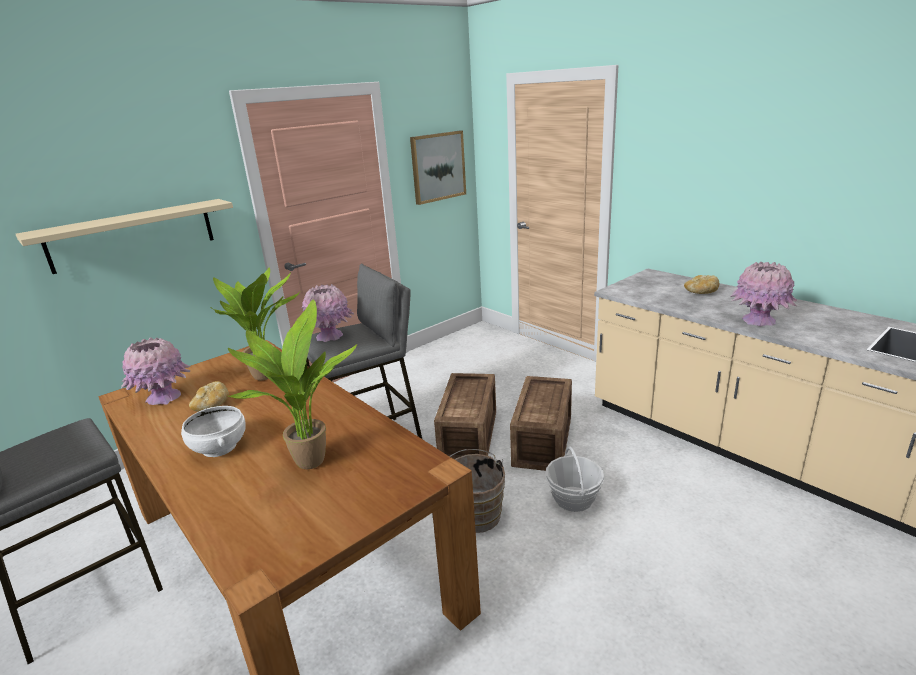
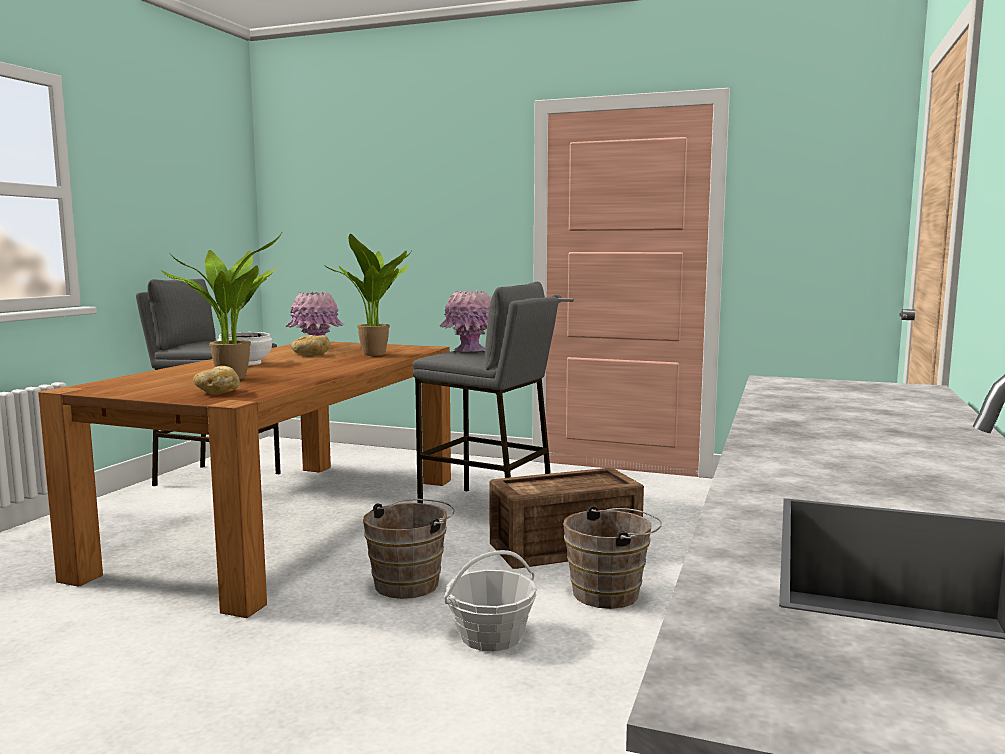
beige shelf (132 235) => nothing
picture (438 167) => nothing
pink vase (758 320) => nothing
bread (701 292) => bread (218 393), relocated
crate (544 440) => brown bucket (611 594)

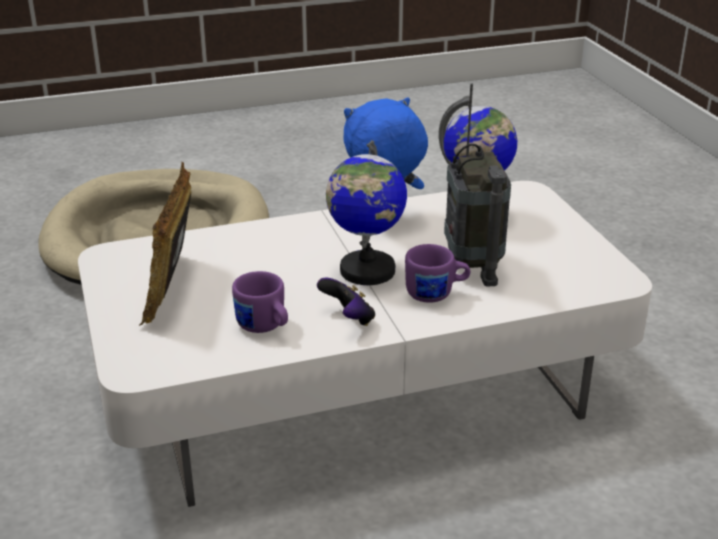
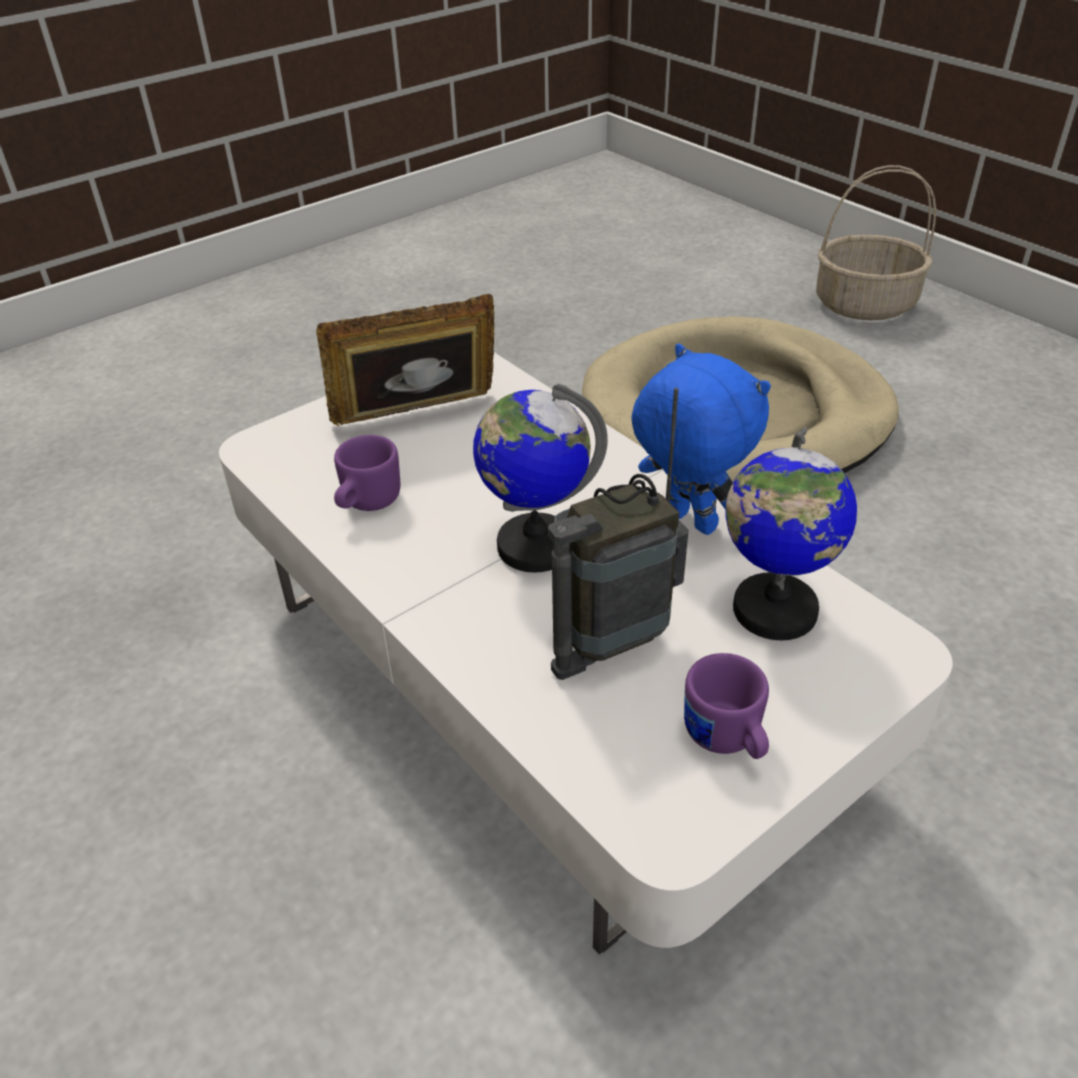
game controller (348 319) => nothing
nothing => basket (865 304)
purple mug (436 294) => purple mug (726 740), relocated

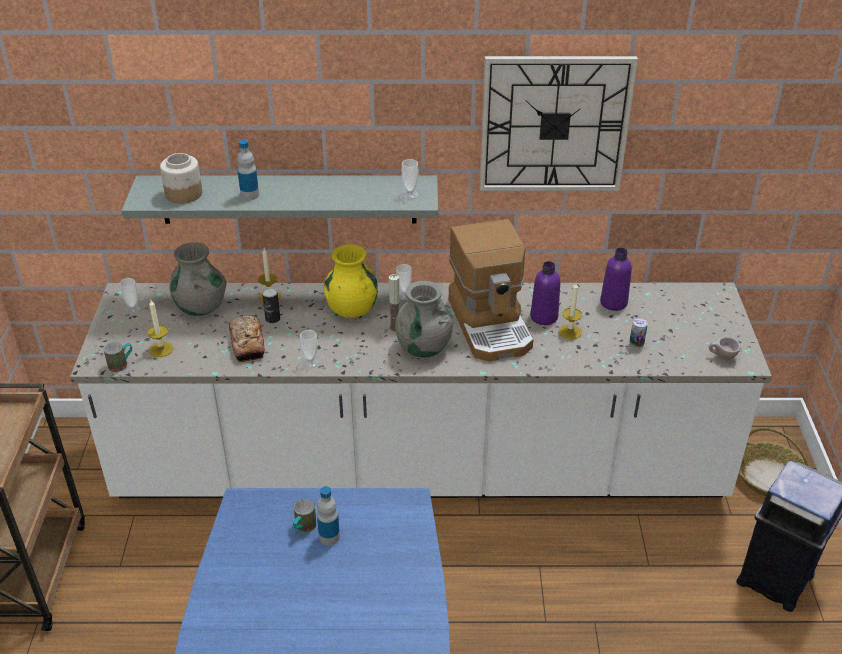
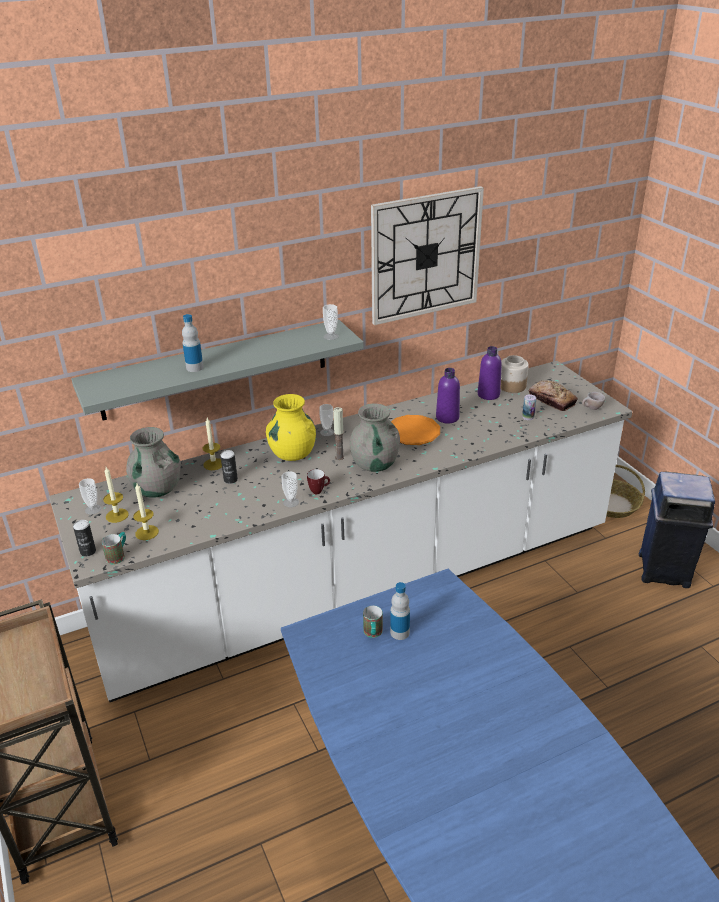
nothing => can (88 552)
nothing => mug (319 491)
jar (183 194) => jar (512 386), relocated
bread (247 343) => bread (552 400), relocated
candle (570 332) => candle (117 515), relocated
coffee machine (491 324) => orange plate (413 433)

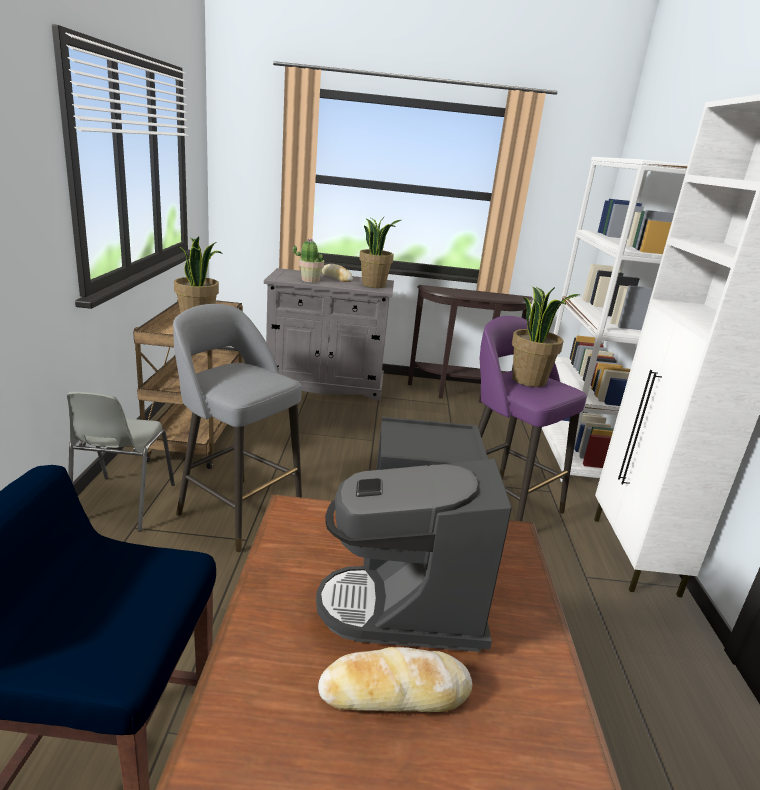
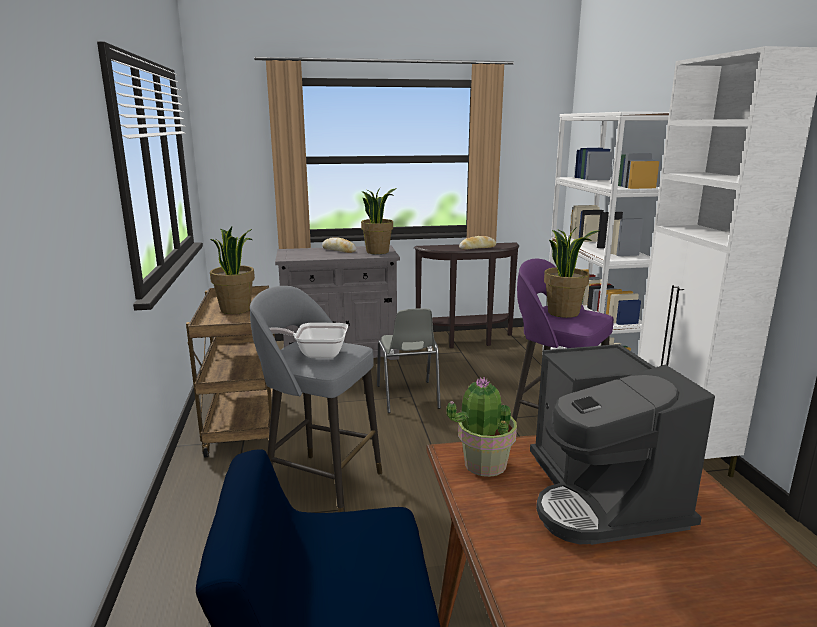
nothing => frying pan (316 354)
grey chair (122 504) => grey chair (408 397), relocated
potted plant (310 280) => potted plant (484 464), relocated
bread (394 692) => bread (477 248), relocated

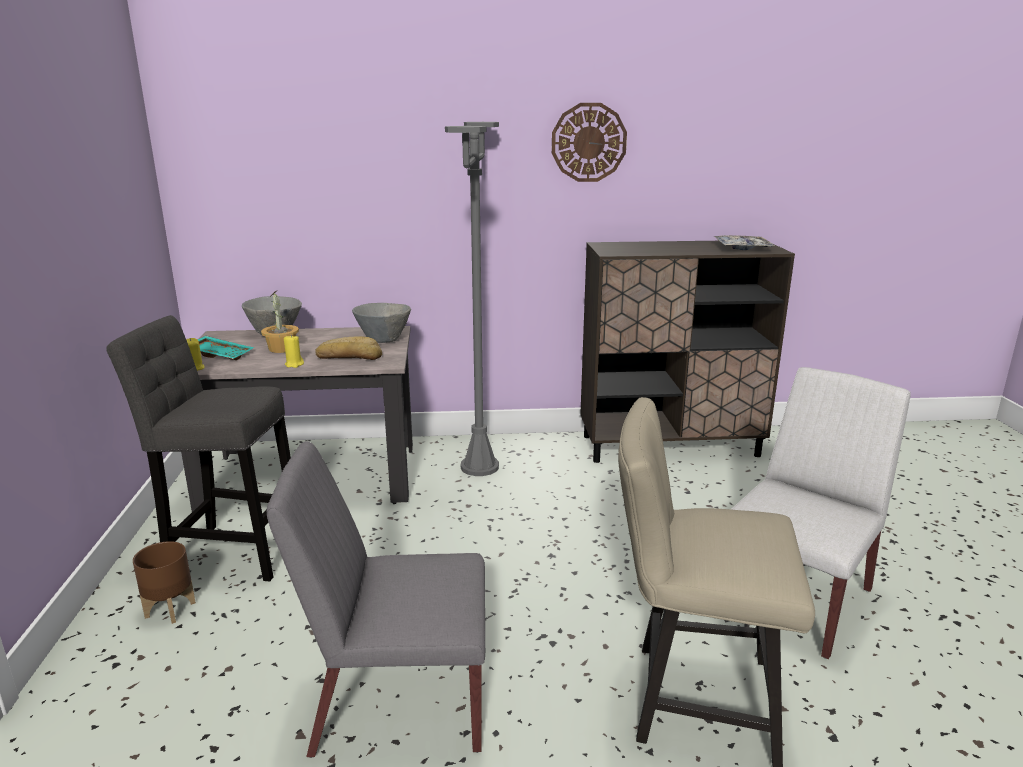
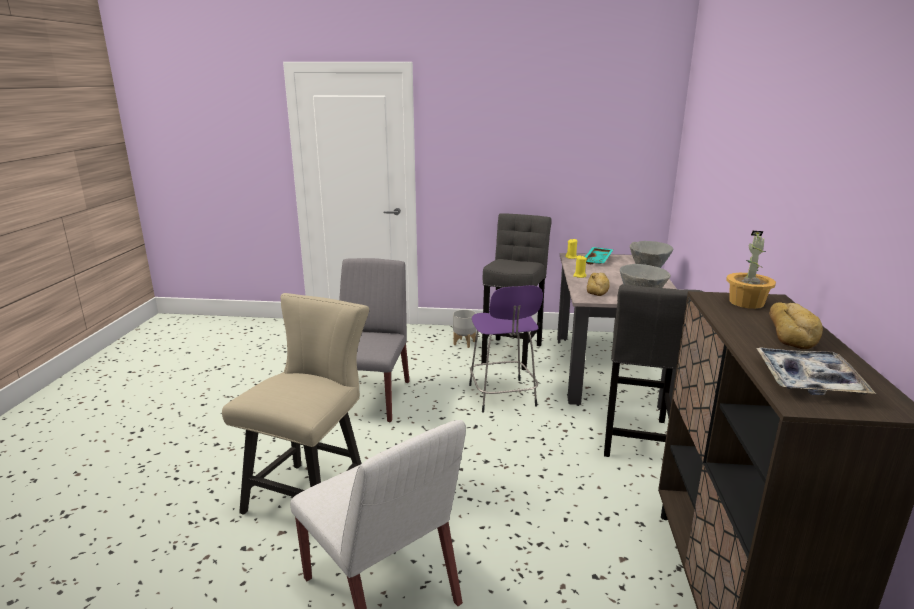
wall clock (588 142) => nothing
nothing => purple stool (502 397)
nothing => bread (792 332)
potted plant (282 348) => potted plant (746 303), relocated
grey floor lamp (479 466) => grey stool (636 441)
brown planter (169 609) => grey planter (464 343)

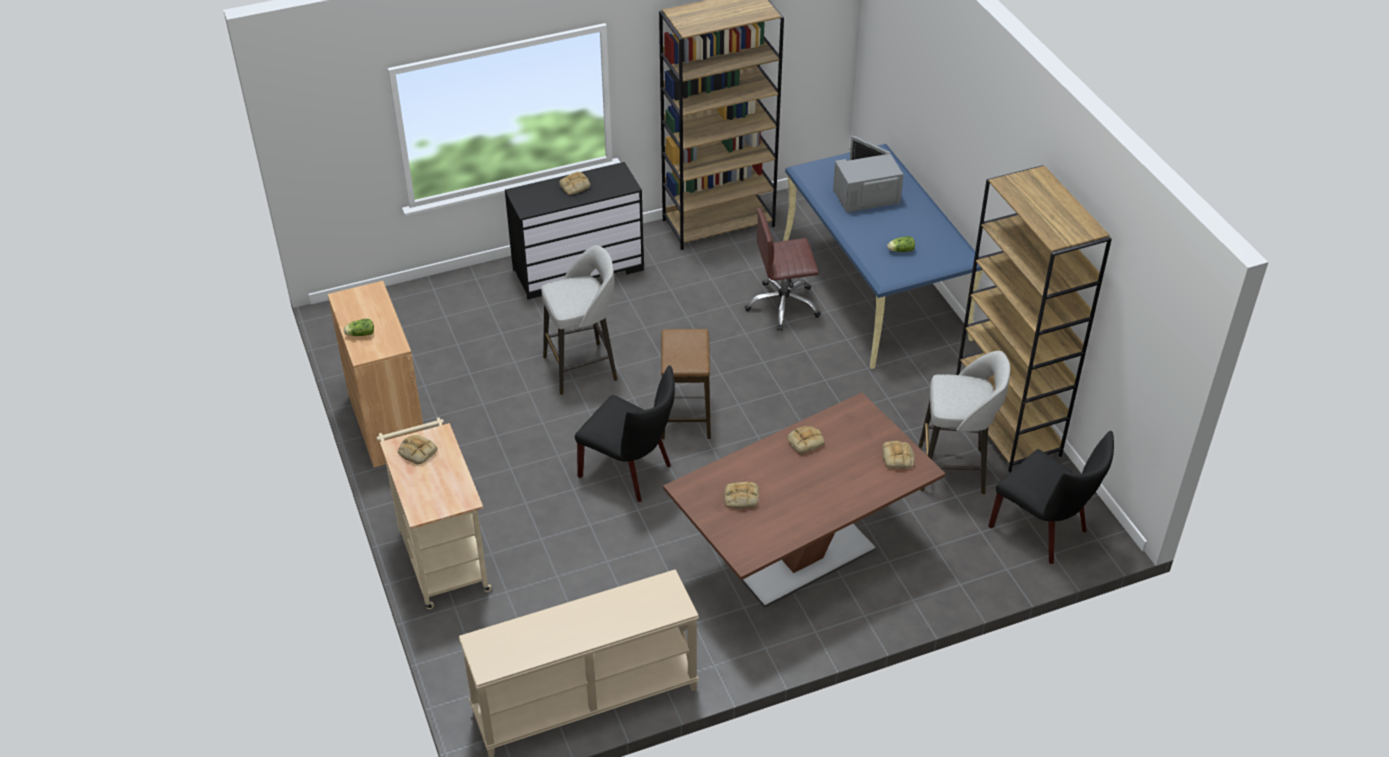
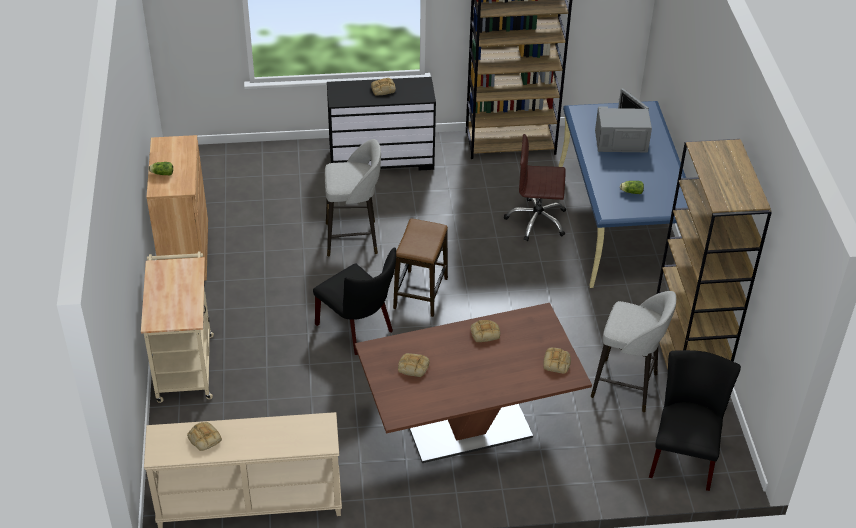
bread (416 452) => bread (203 438), relocated
black chair (1044 531) => black chair (683 454), 135 degrees counterclockwise

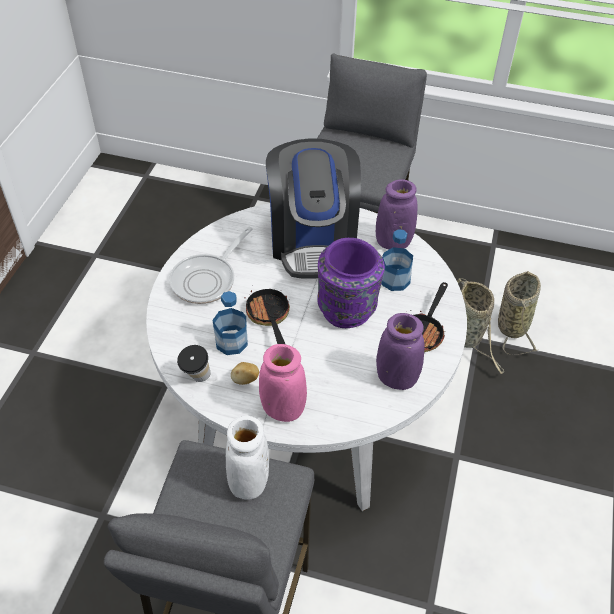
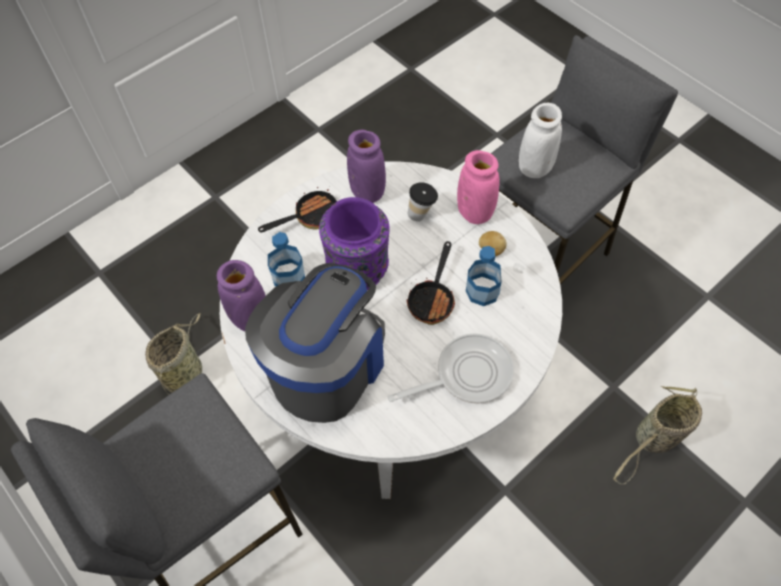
cup (196 379) => cup (422 214), relocated
basket (512 324) => basket (653 439), relocated

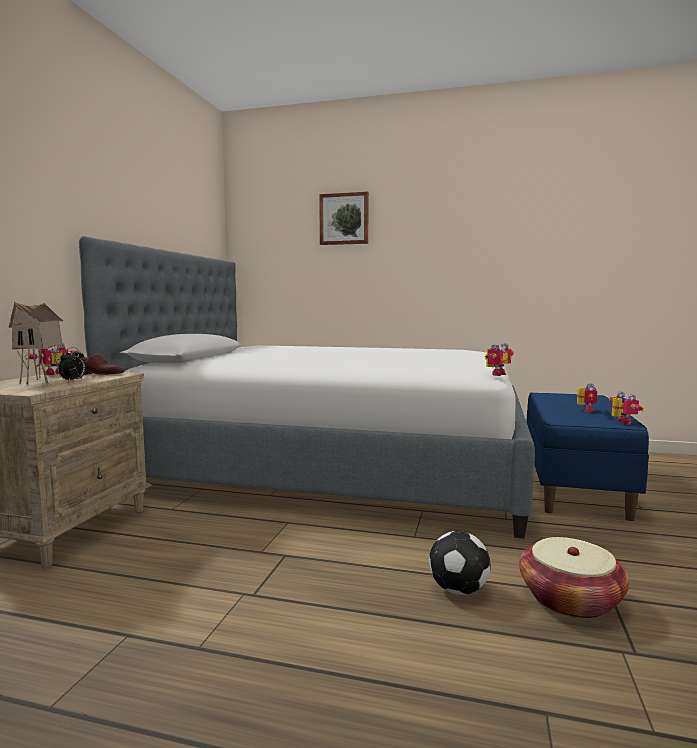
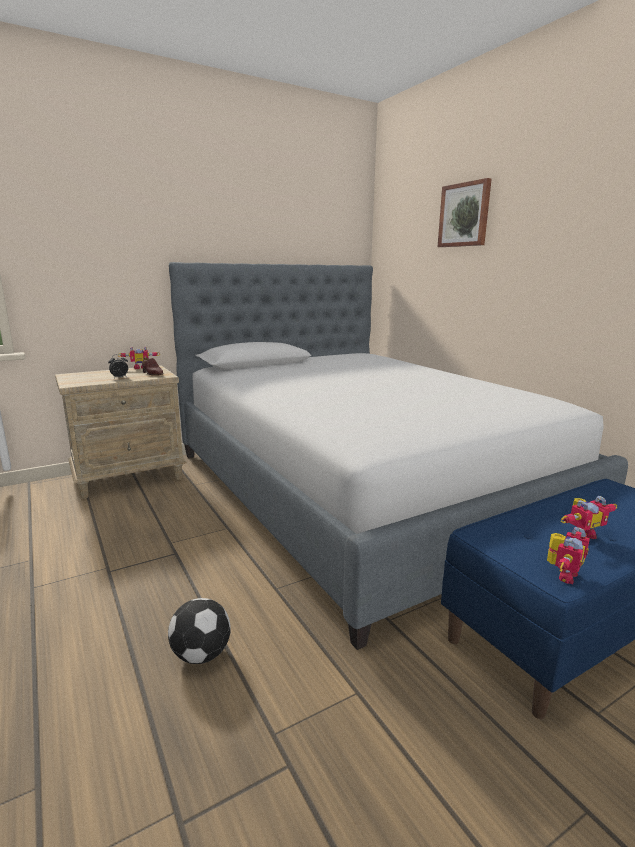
toy house (43 381) => nothing
toy robot (495 374) => nothing
basket (570 600) => nothing

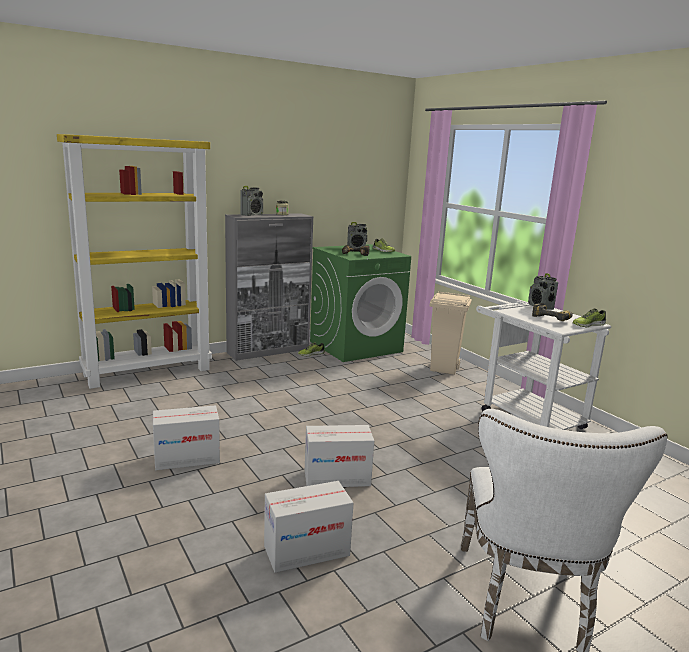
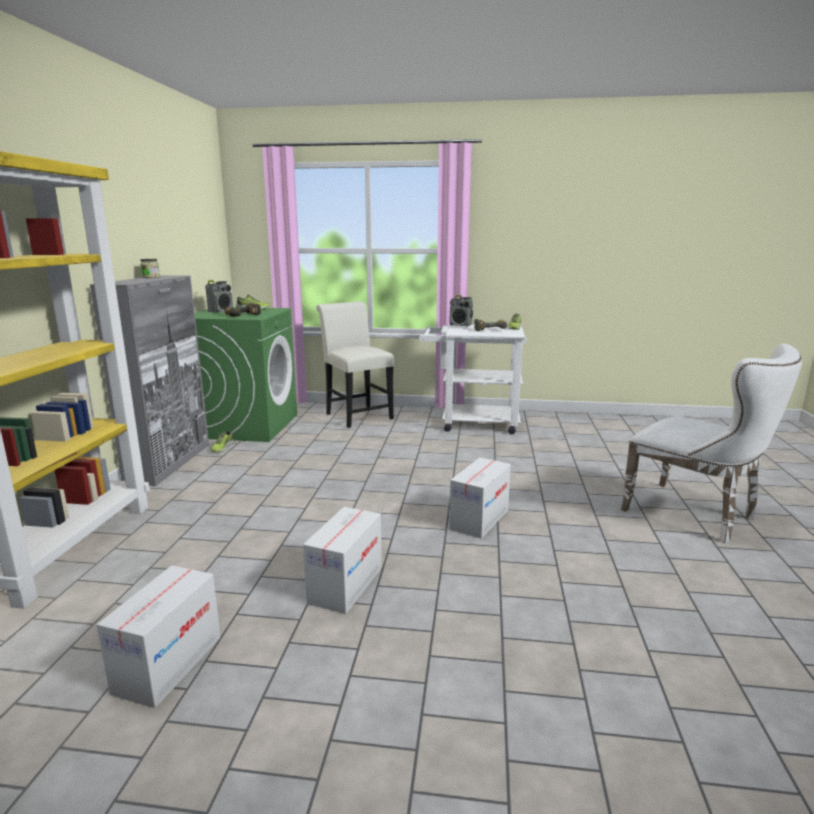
radio (252 215) => nothing
cardboard box (306 551) => cardboard box (169 664), relocated
beige trash can (444 369) => white chair (356 415)

